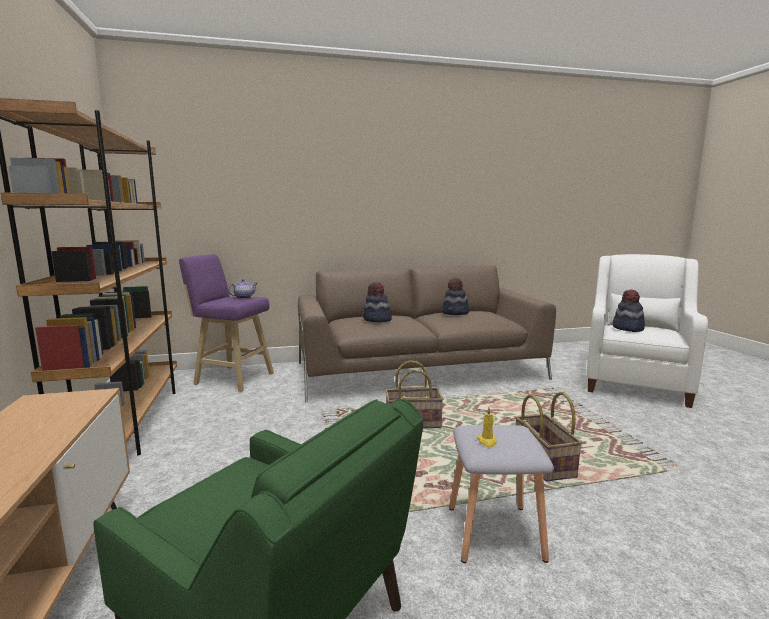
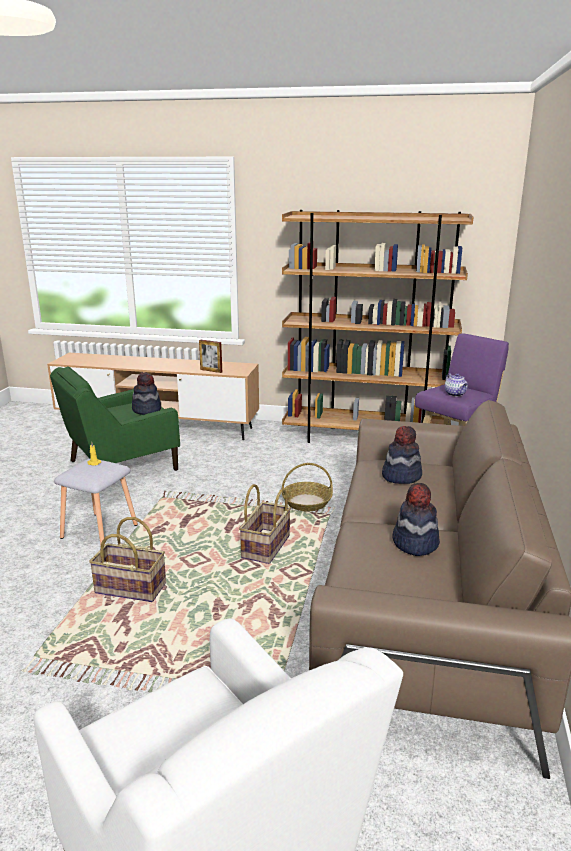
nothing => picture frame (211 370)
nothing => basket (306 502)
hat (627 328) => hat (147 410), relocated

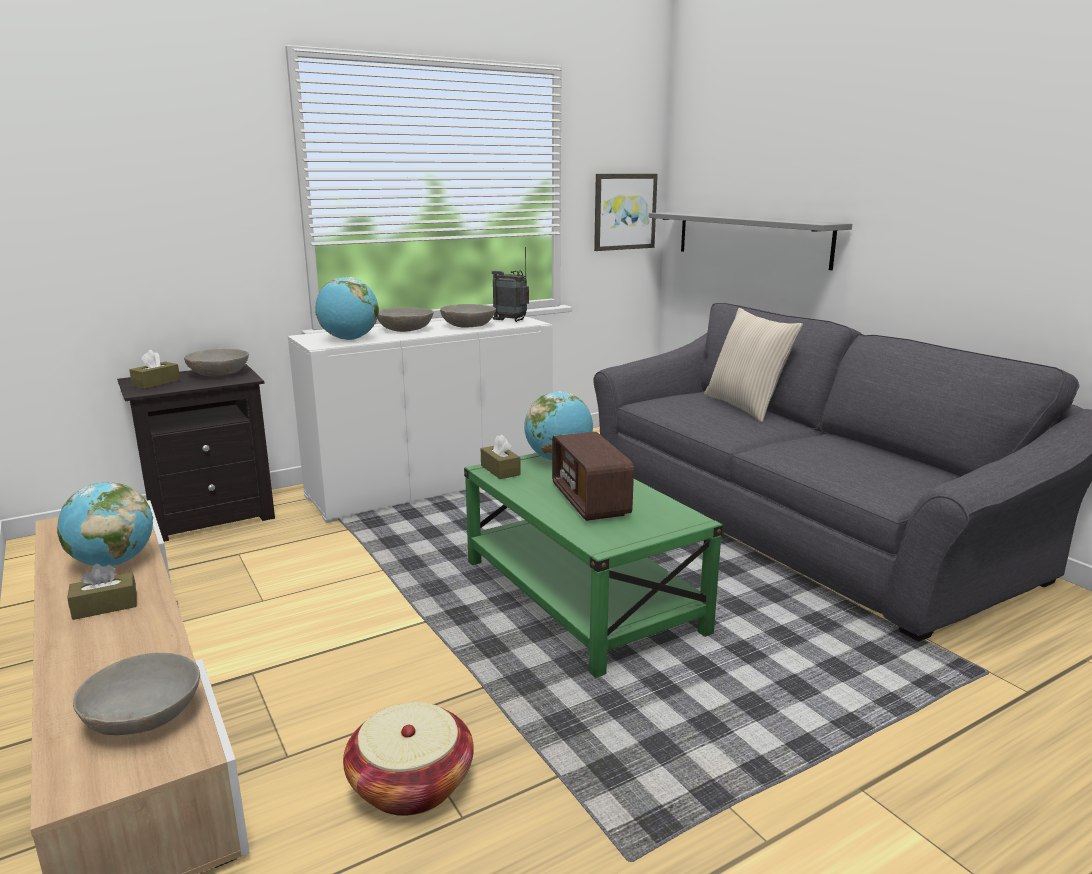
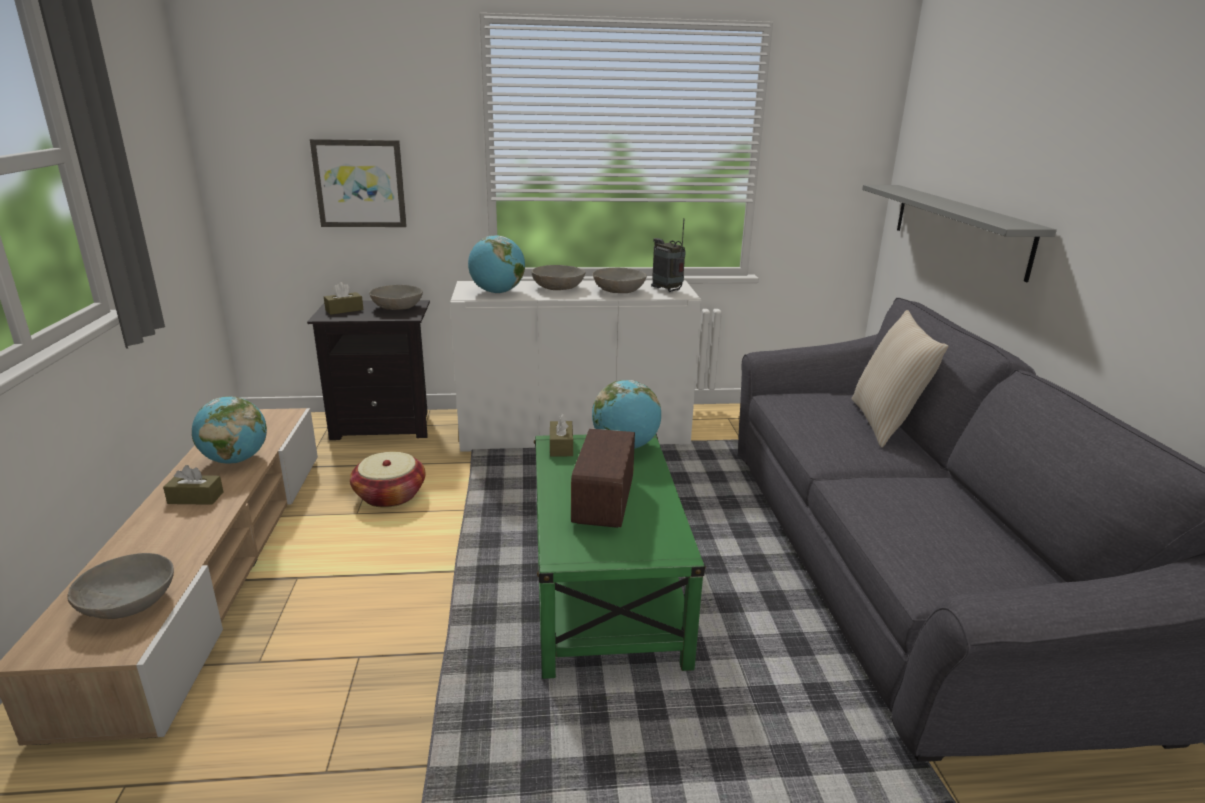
basket (411 784) => basket (390 495), relocated
picture (624 211) => picture (360 183), relocated

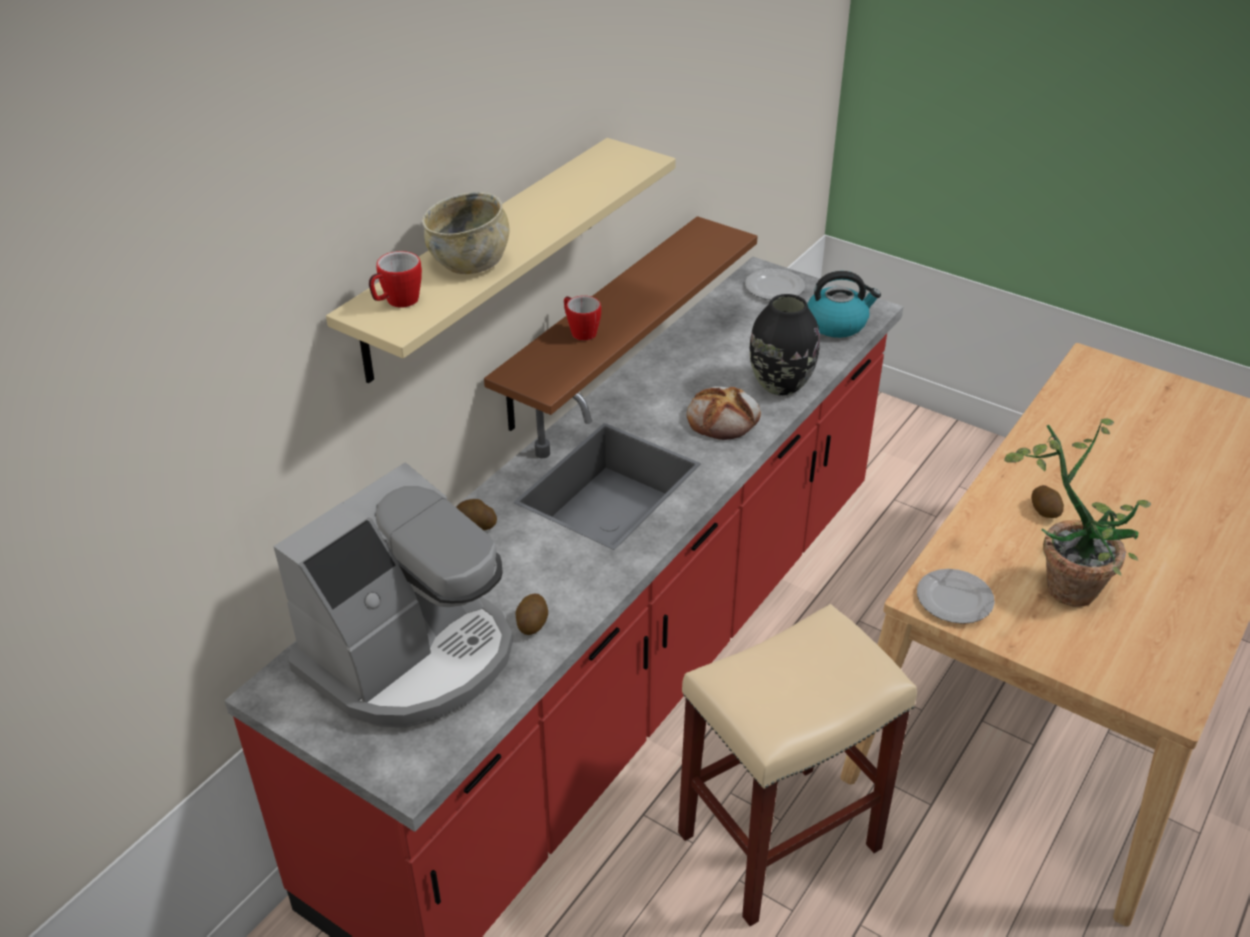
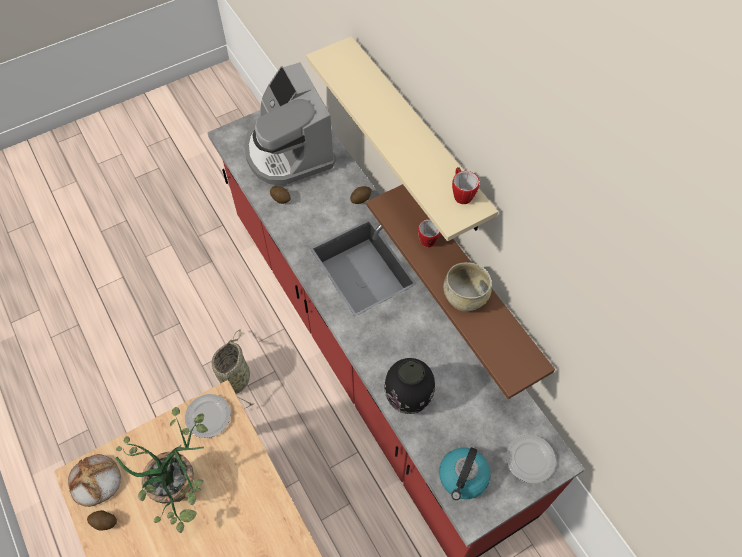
mug (397 302) => mug (461 193), relocated
beige bowl (470 262) => beige bowl (465 297), relocated
bread (723 418) => bread (95 481), relocated
potato (1045 511) => potato (104 522), relocated
beige stool (777 843) => basket (236 377)

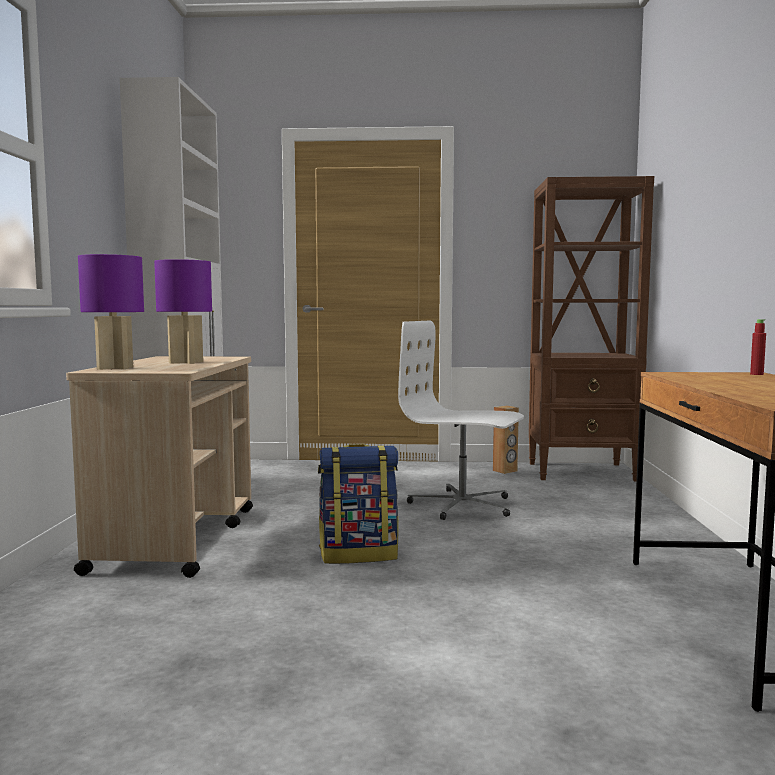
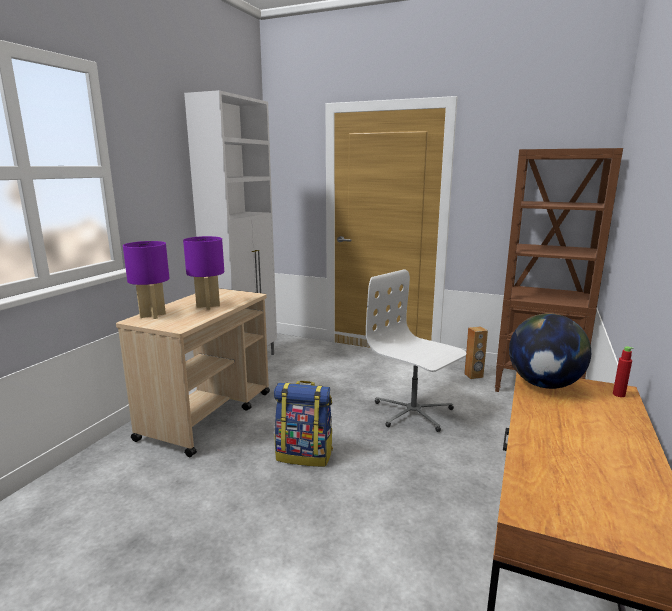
nothing => globe (544 384)

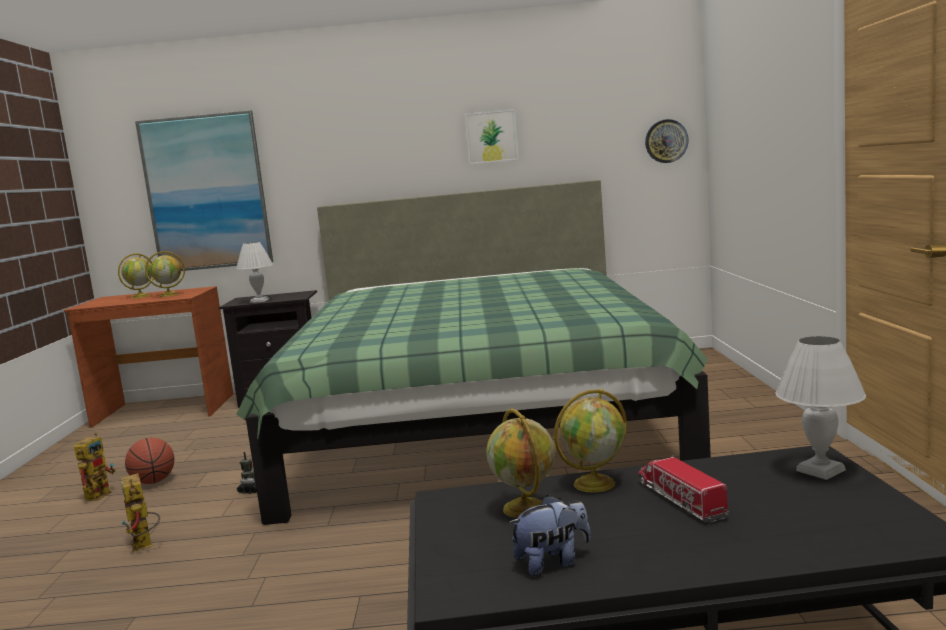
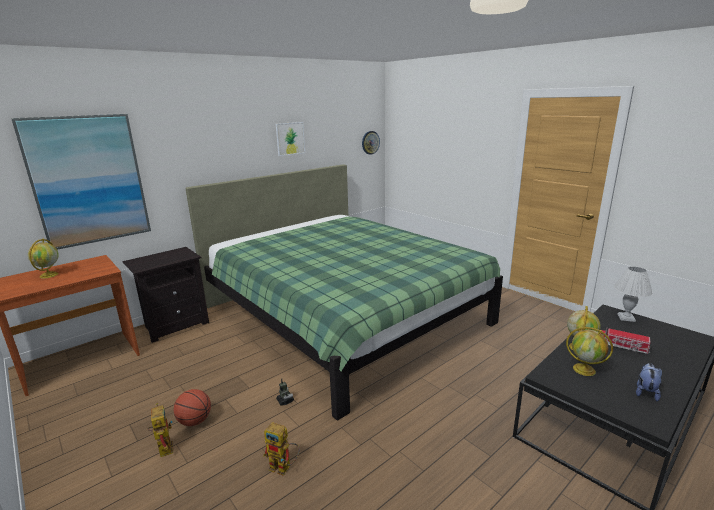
globe (169 295) => nothing
white table lamp (259 301) => nothing

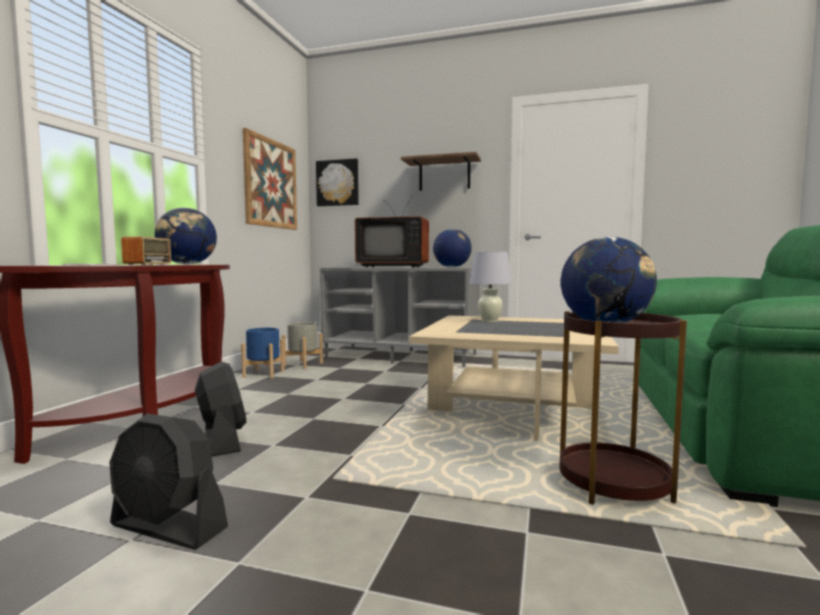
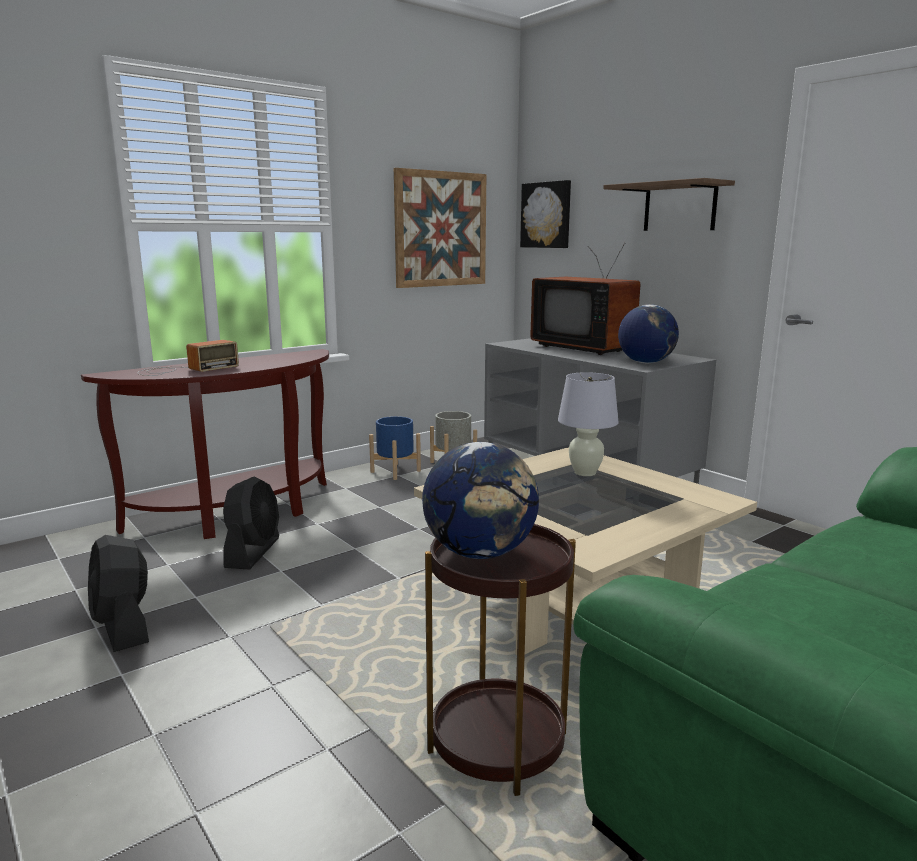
globe (187 264) => nothing

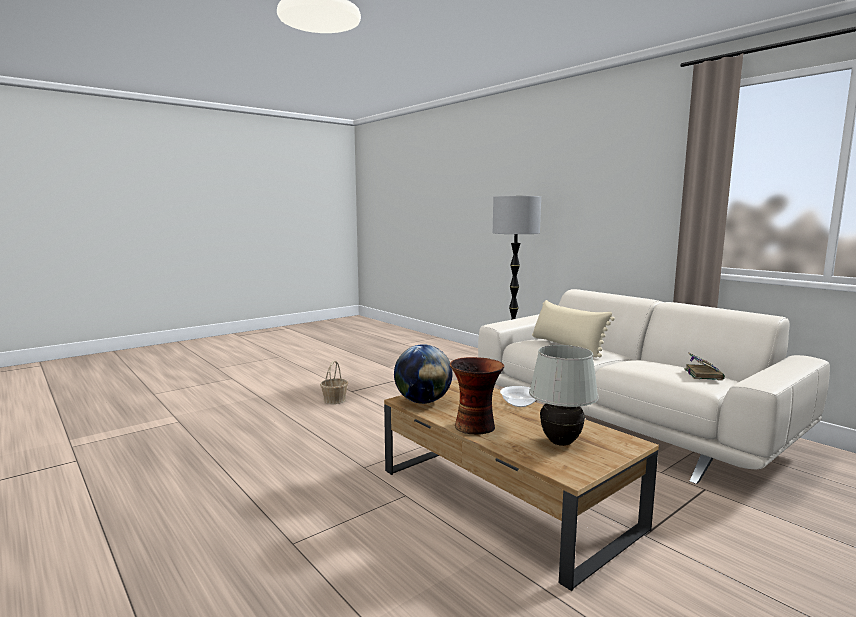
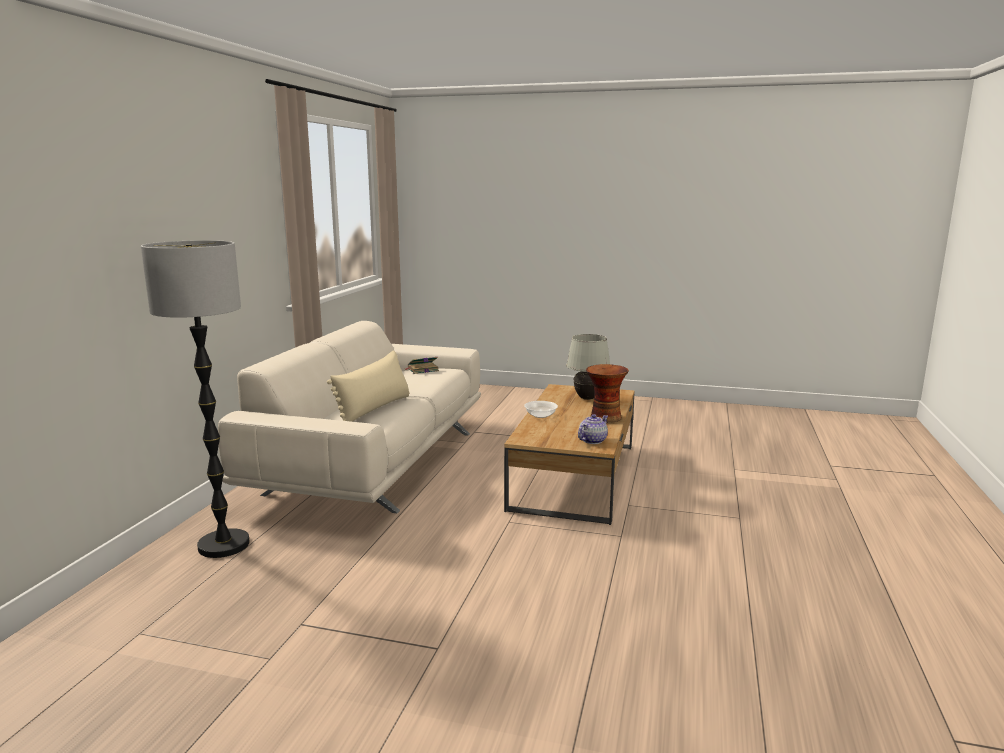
basket (335 400) => nothing
globe (423 401) => teapot (592 440)

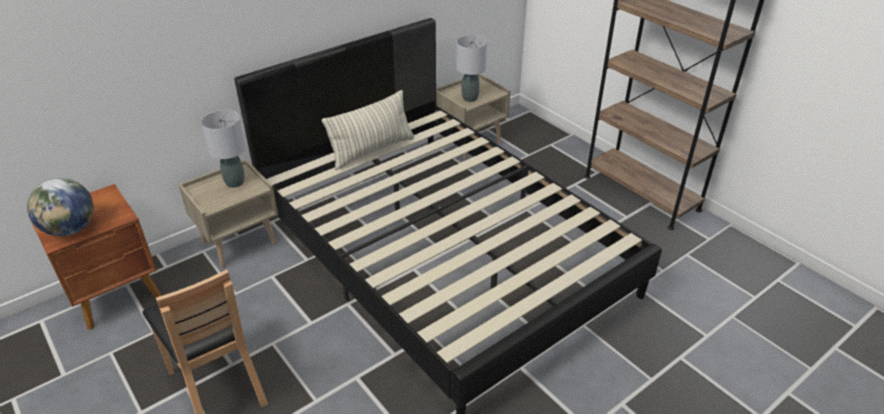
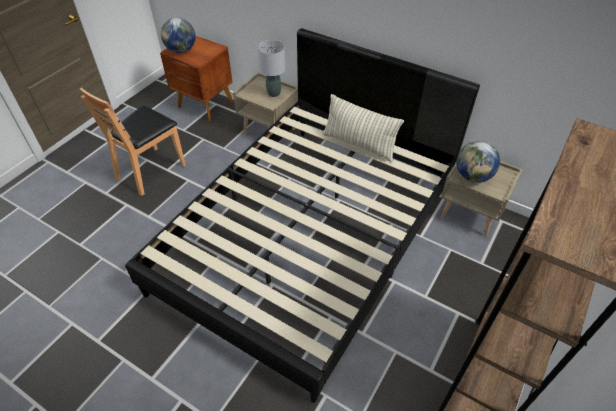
grey table lamp (470 98) => globe (472 176)

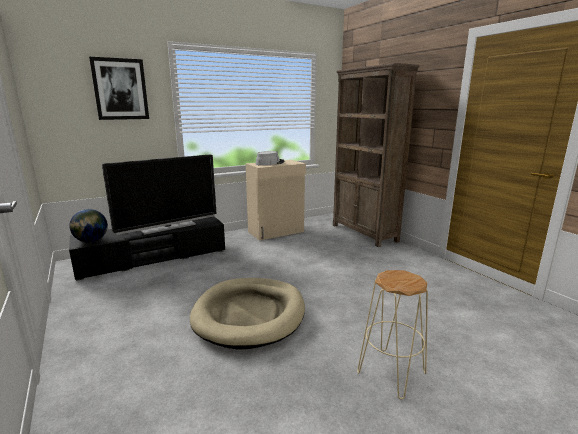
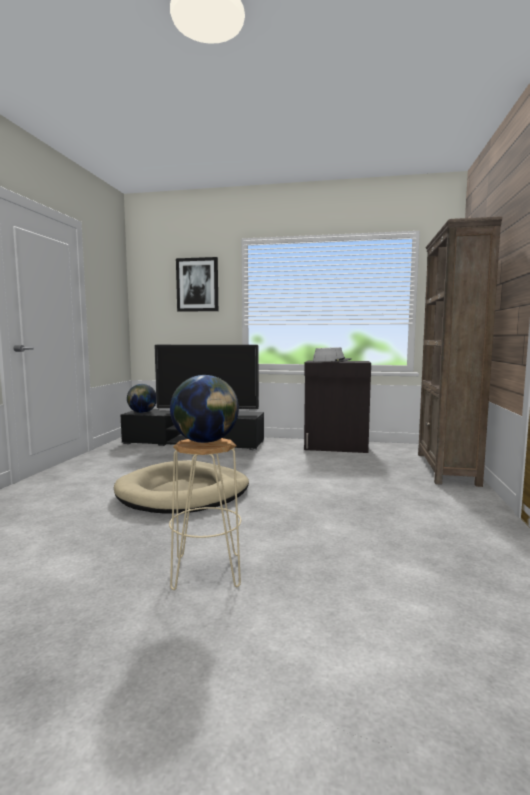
nothing => globe (205 441)
beige cabinet (276 232) => black cabinet (336 447)

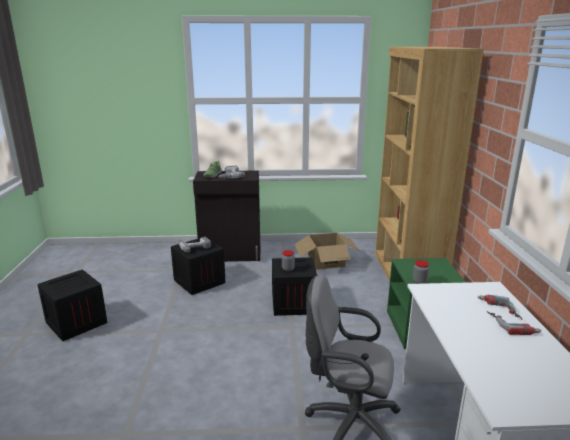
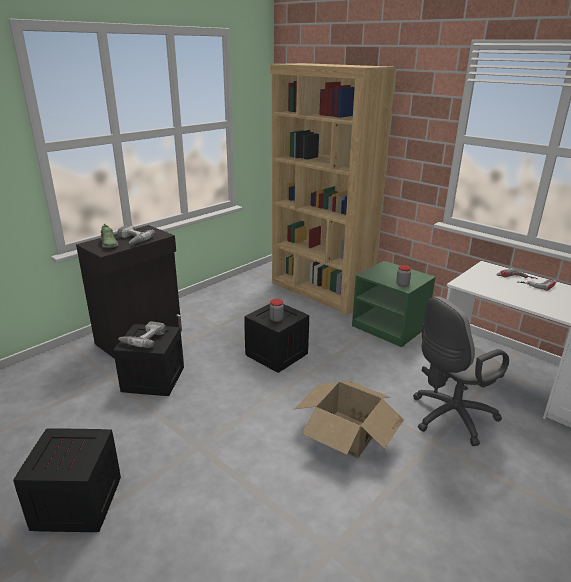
cardboard box (326 261) => cardboard box (346 433), relocated

